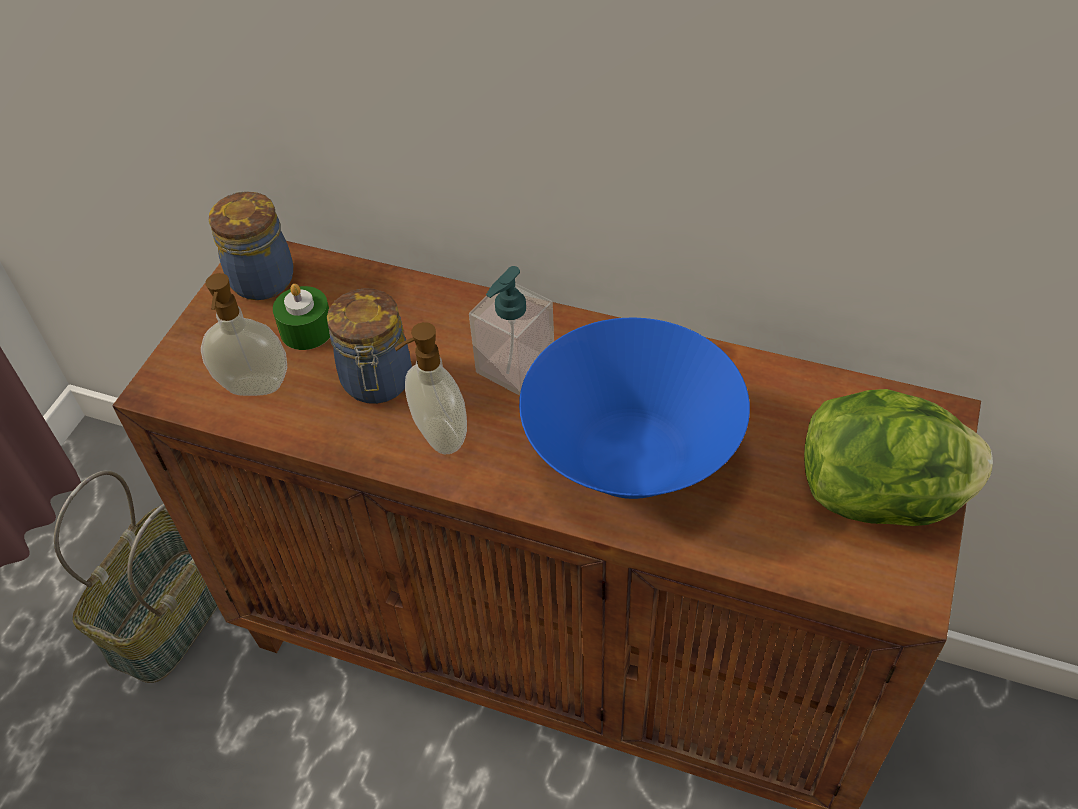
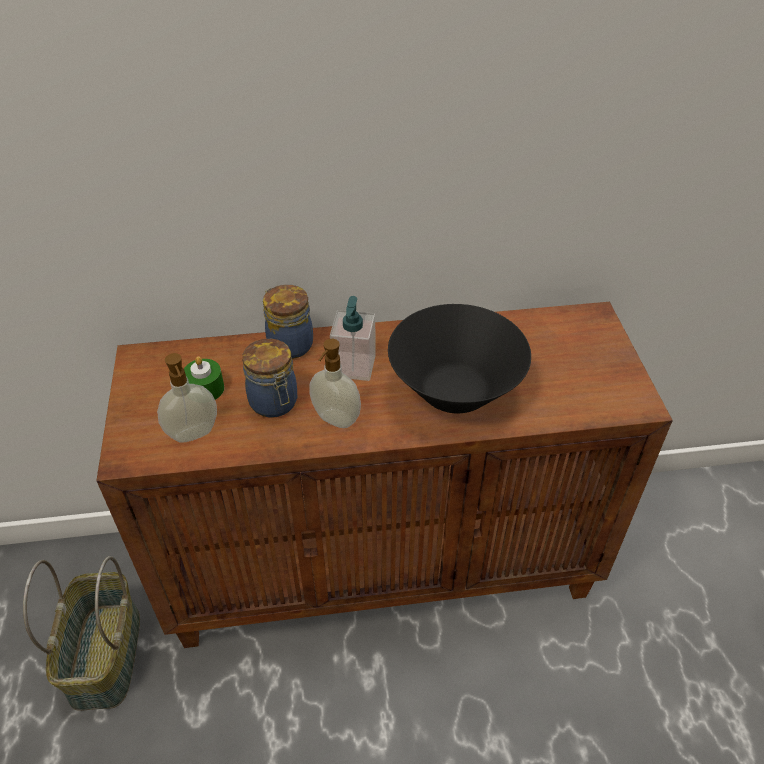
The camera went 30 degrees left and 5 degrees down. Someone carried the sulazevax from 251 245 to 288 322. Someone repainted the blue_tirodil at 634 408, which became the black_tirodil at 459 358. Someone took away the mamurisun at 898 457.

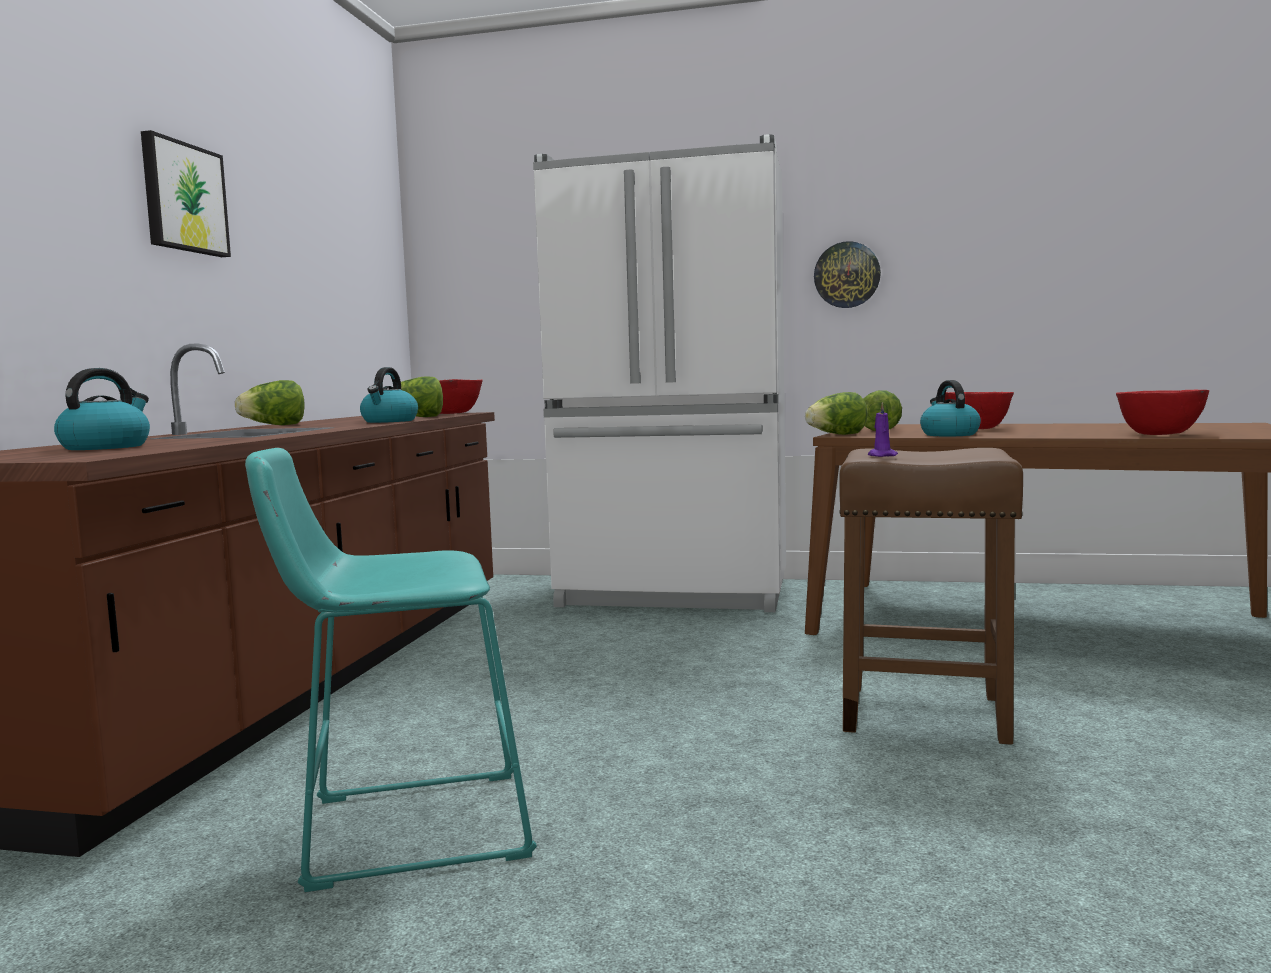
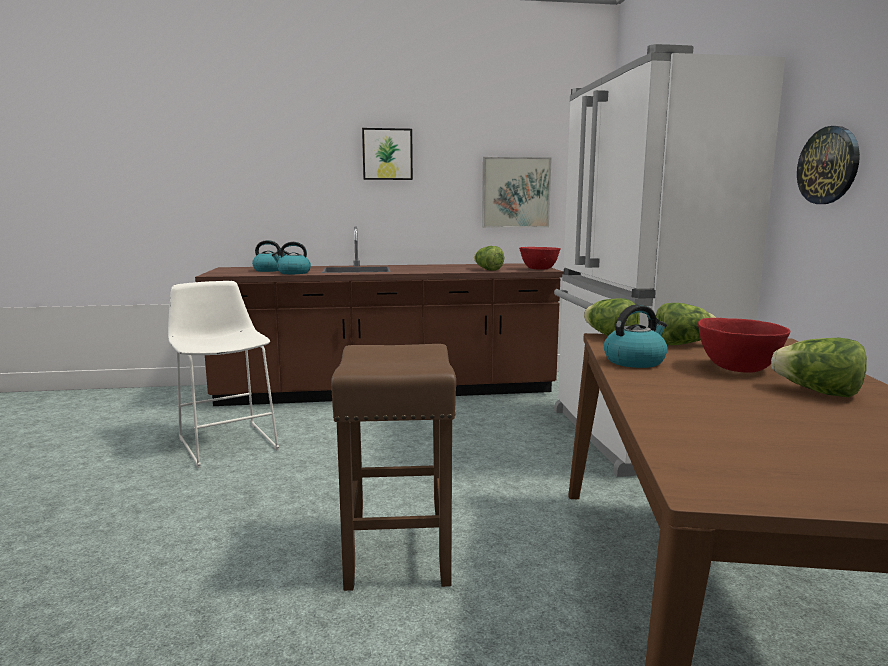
The camera went 70 degrees right and 5 degrees up. Someone carried the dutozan from 389 395 to 291 258. Someone carried the mamurisun from 270 402 to 819 367. Someone took away the red_tirodil at 1162 412. Someone took away the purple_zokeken at 883 429. Someone repainted the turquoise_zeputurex at 391 670, which became the white_zeputurex at 223 374. Someone put up the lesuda at 517 192.

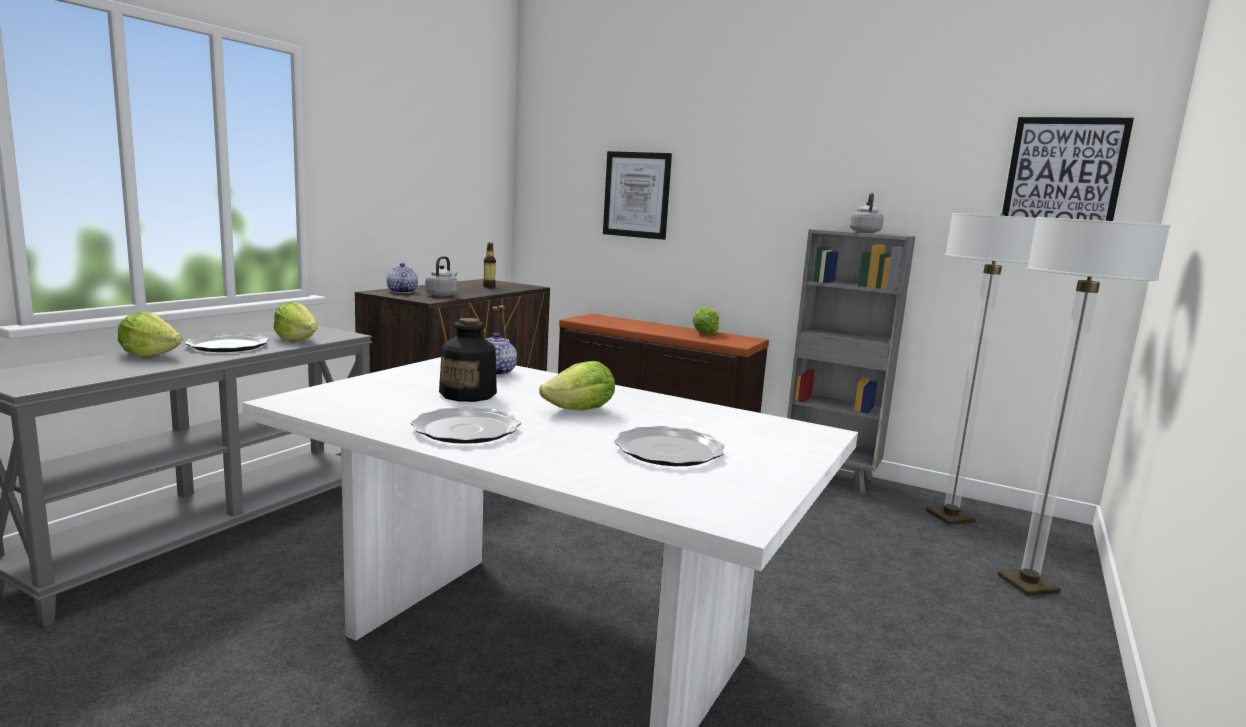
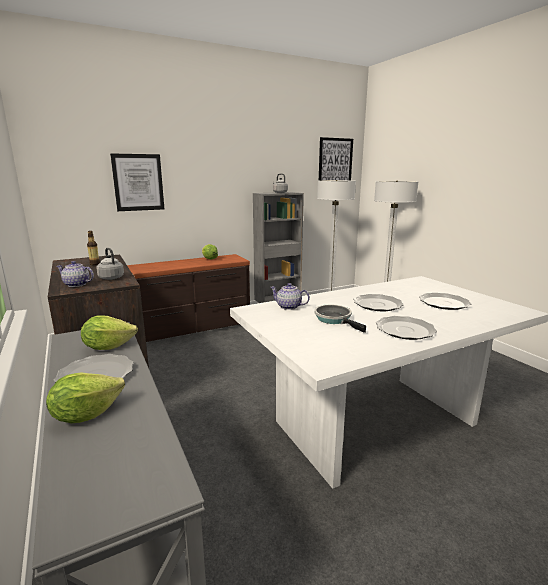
The camera went 55 degrees left and 5 degrees up. Someone swapped the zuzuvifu at 468 360 for the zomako at 340 319. Someone swapped the mamurisun at 577 386 for the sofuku at 379 302.

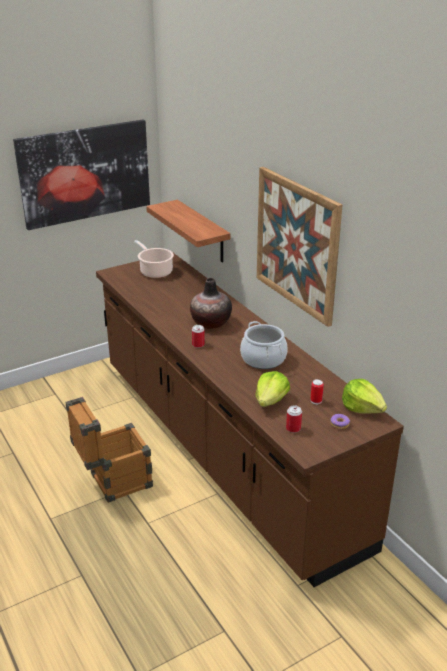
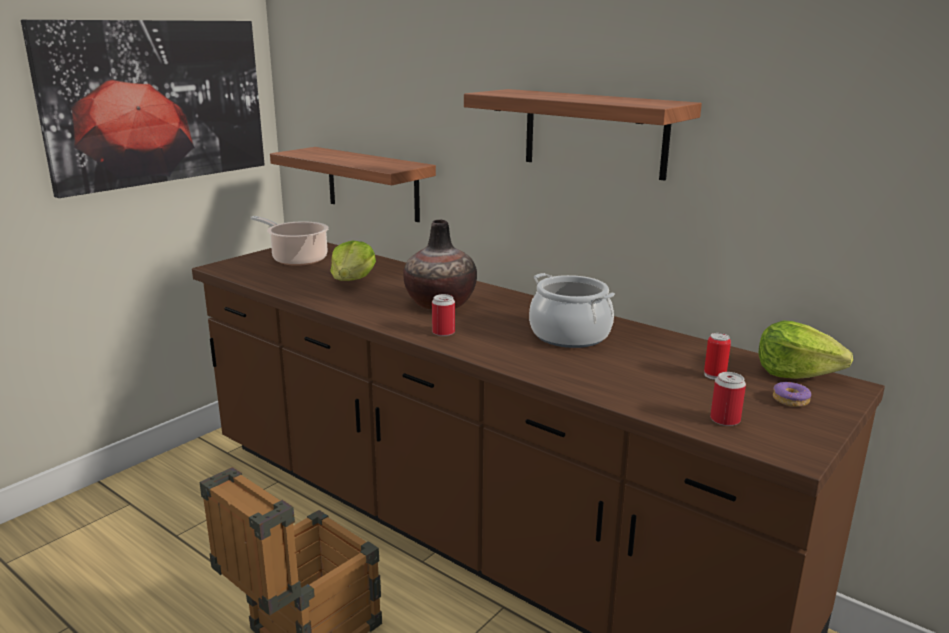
The camera went 20 degrees left and 10 degrees down. Someone swapped the lesuda at 299 247 for the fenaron at 583 135. Someone carried the mamurisun from 273 389 to 353 260.

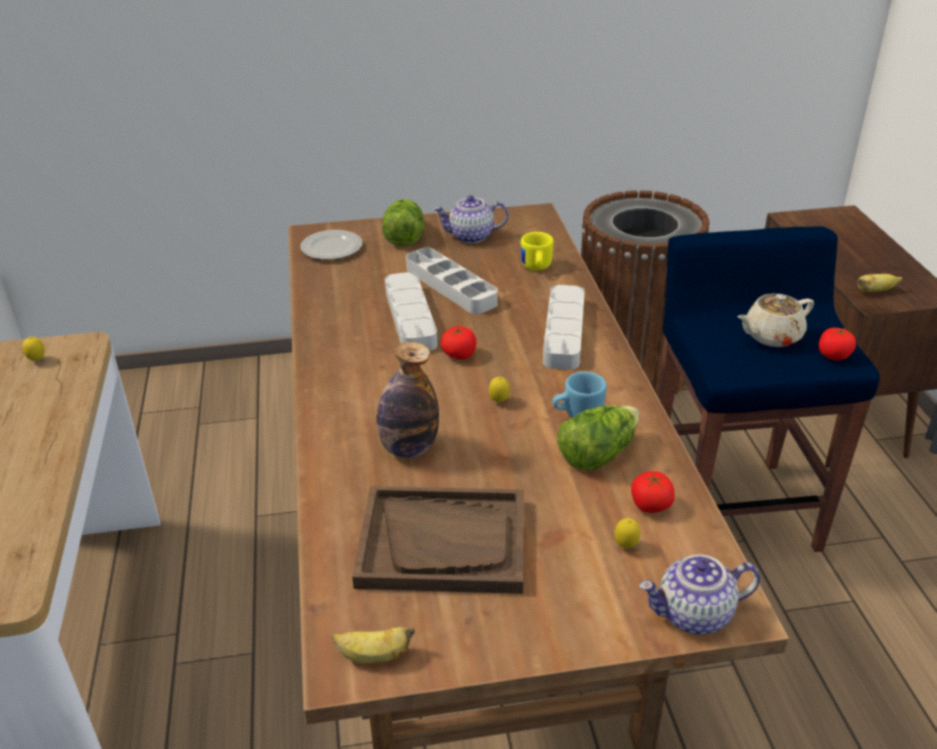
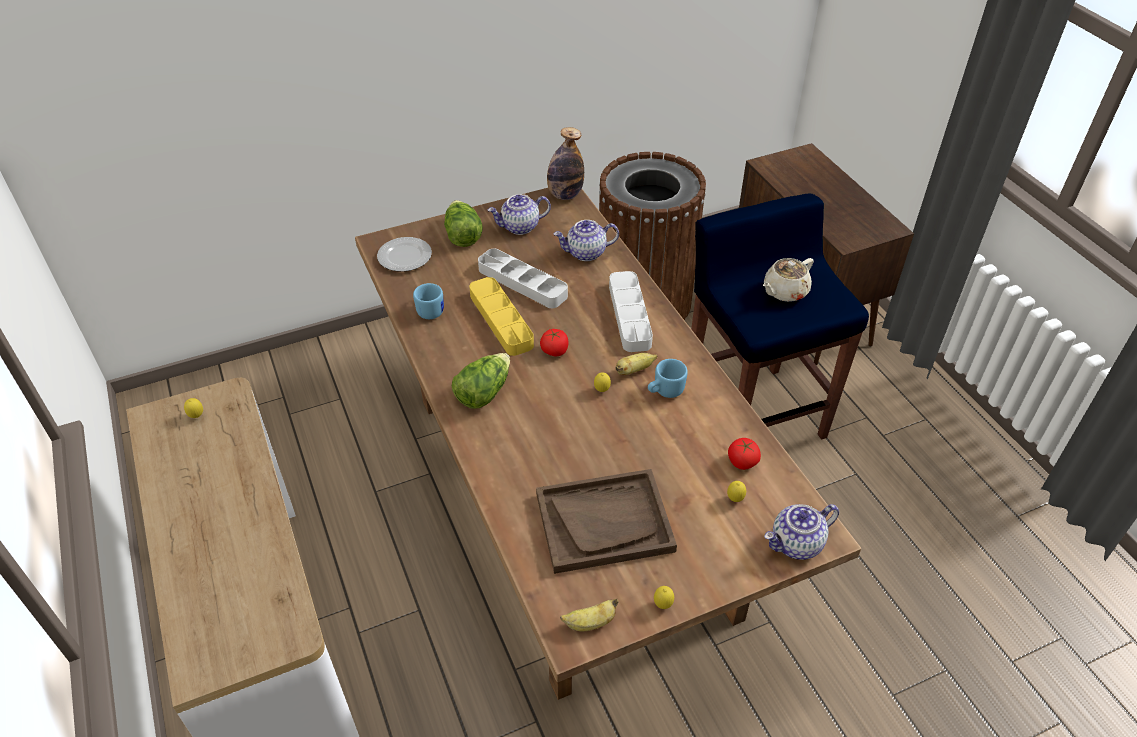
The camera went 15 degrees left and 10 degrees up. Someone swapped the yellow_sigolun at 537 251 for the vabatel at 586 240. Someone repainted the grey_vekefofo at 411 311, which became the yellow_vekefofo at 501 316. Someone carried the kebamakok from 879 283 to 636 364. Someone took away the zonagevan at 837 344. Someone carried the zuzuvifu from 407 400 to 565 163. Someone carried the mamurisun from 598 438 to 481 381. Someone put down the blue_sigolun at 428 301. Someone put down the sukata at 664 597.

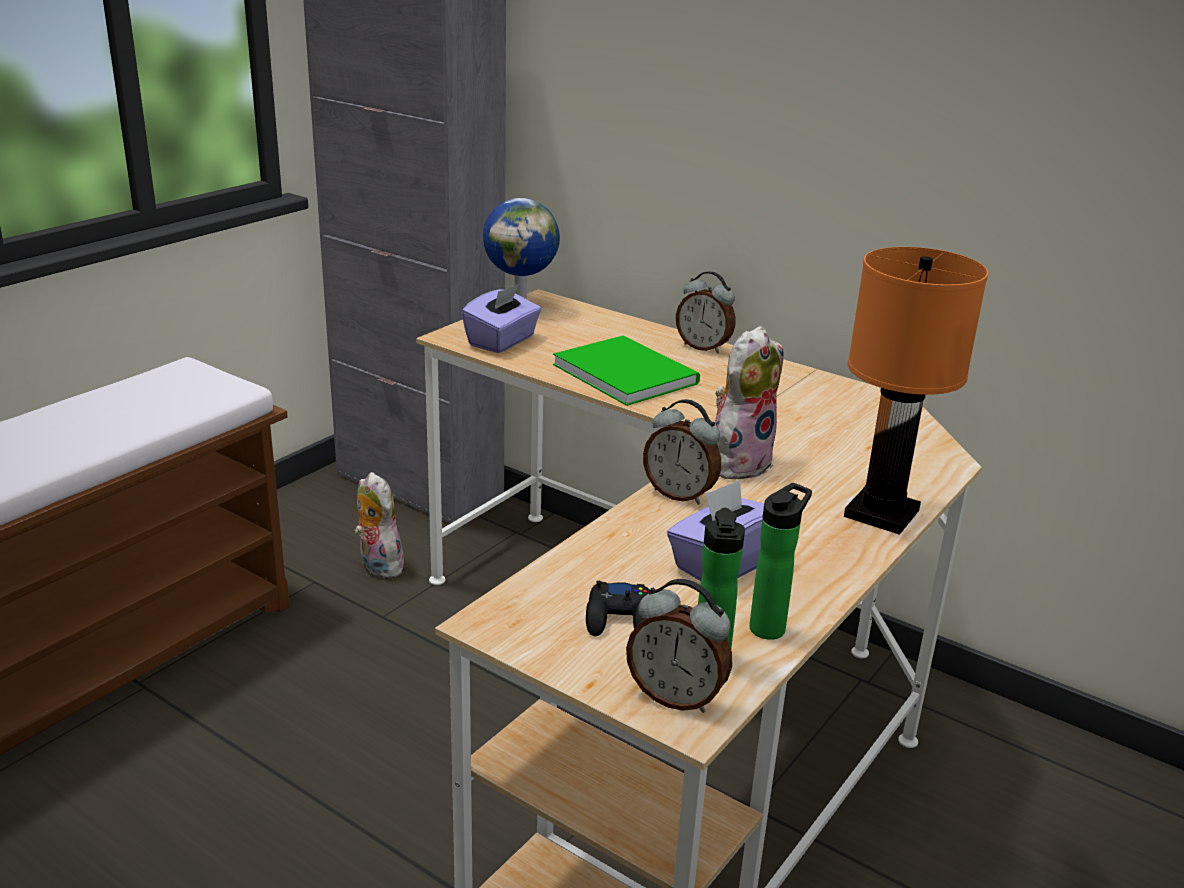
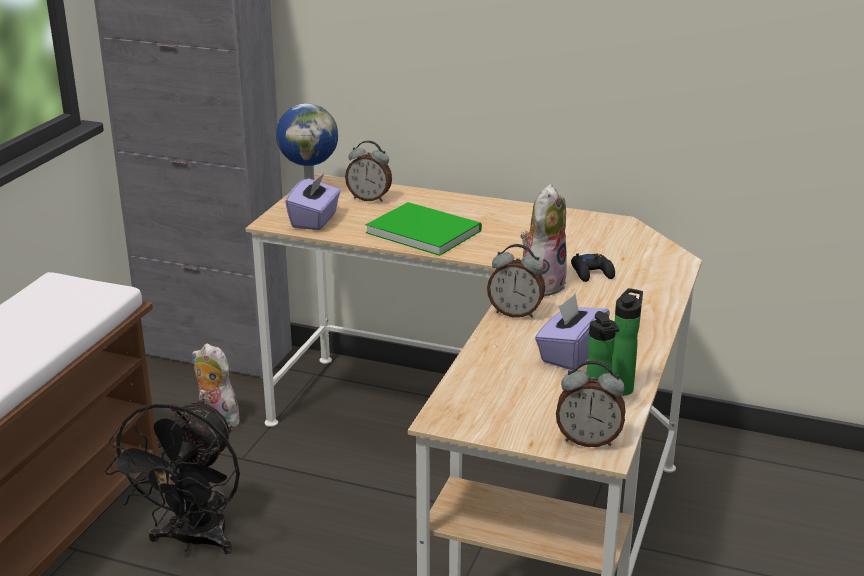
The camera went 15 degrees left and 0 degrees up. Someone took away the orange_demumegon at 916 391. Someone carried the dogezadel from 705 312 to 368 171. Someone carried the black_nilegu from 618 608 to 593 268. Someone put down the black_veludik at 172 476.

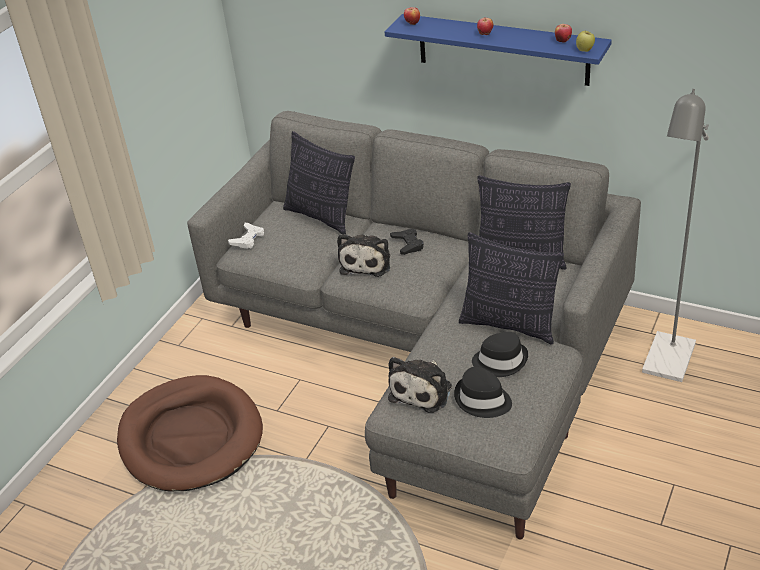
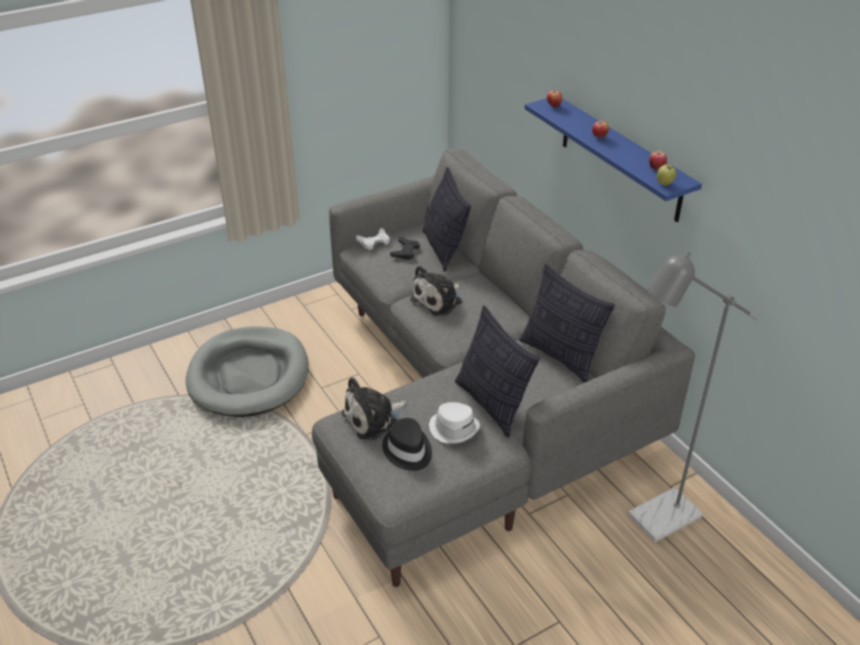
The camera went 30 degrees right and 0 degrees up. Someone carried the black_nilegu from 407 242 to 404 248. Someone repainted the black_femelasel at 500 354, which became the white_femelasel at 454 423. Someone repainted the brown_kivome at 190 433, which became the grey_kivome at 247 371.

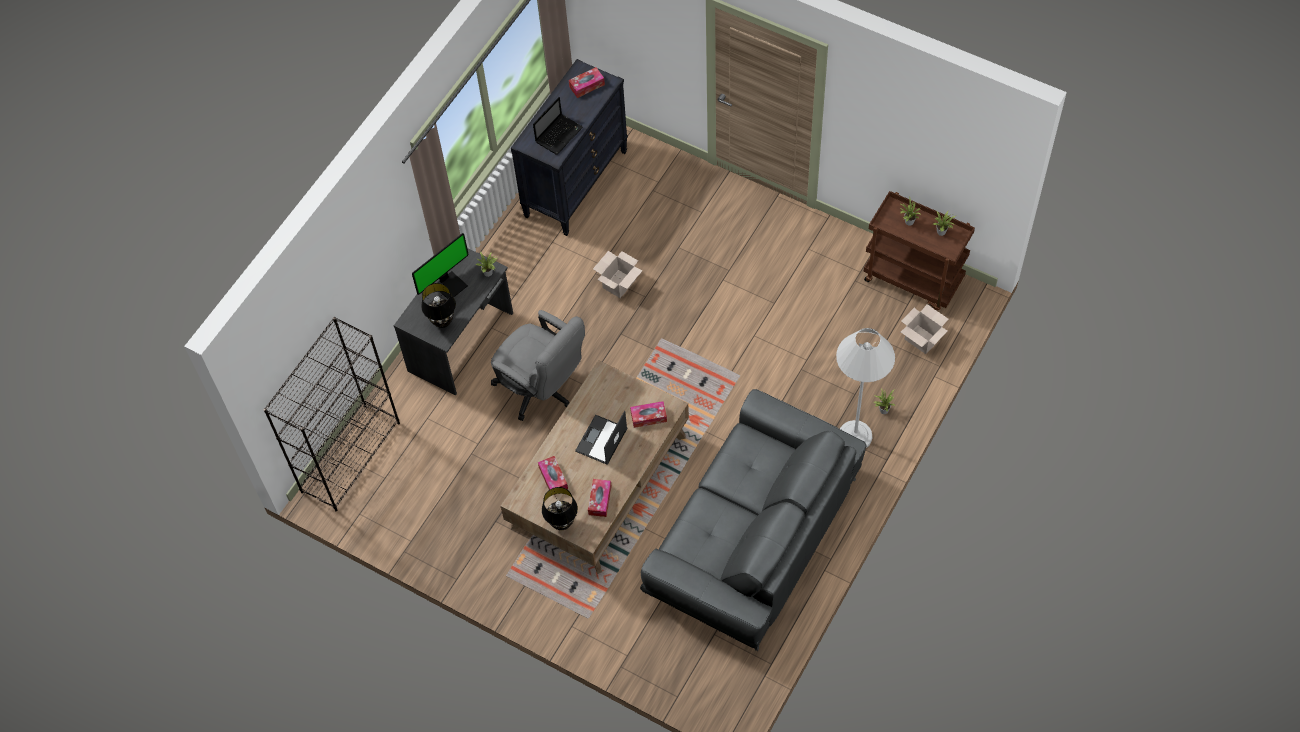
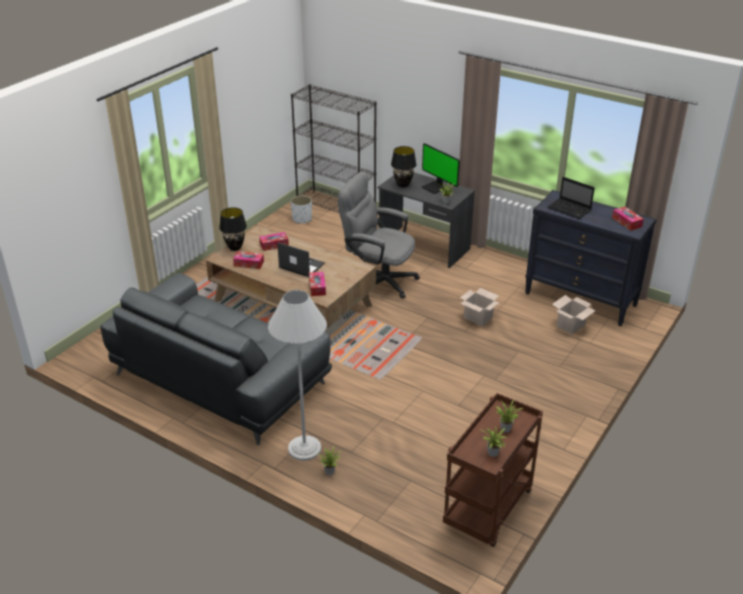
The camera went 90 degrees right and 25 degrees down. Someone carried the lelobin from 924 329 to 574 314. Someone rotated the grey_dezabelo at 538 365 by 75 degrees clockwise. Someone put down the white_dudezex at 301 209.

